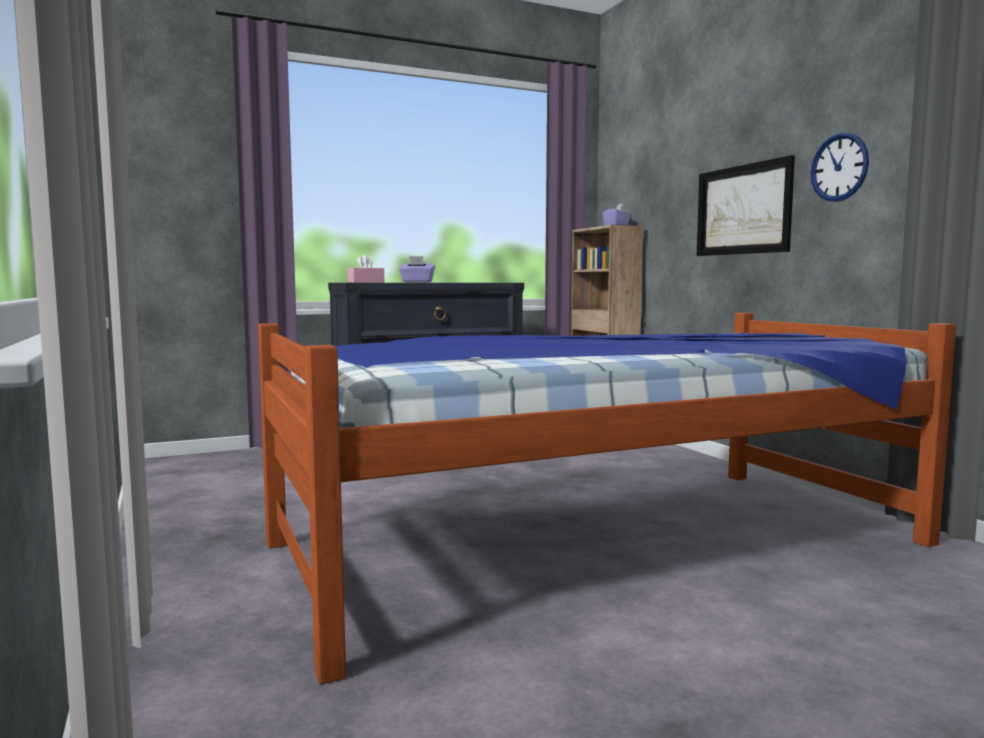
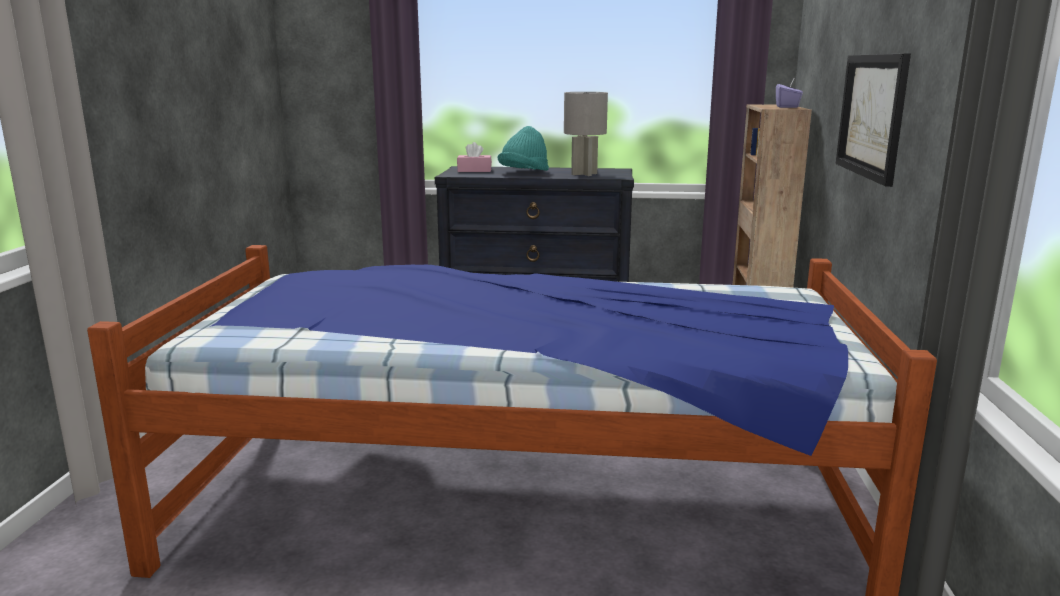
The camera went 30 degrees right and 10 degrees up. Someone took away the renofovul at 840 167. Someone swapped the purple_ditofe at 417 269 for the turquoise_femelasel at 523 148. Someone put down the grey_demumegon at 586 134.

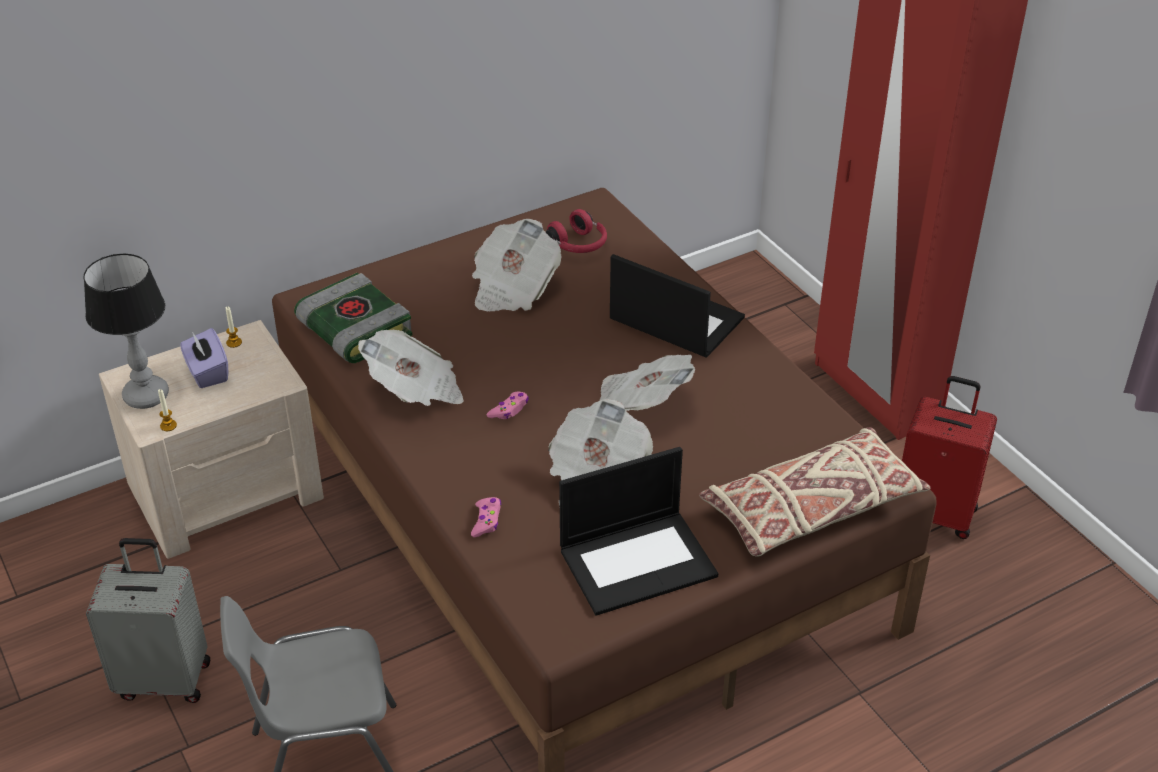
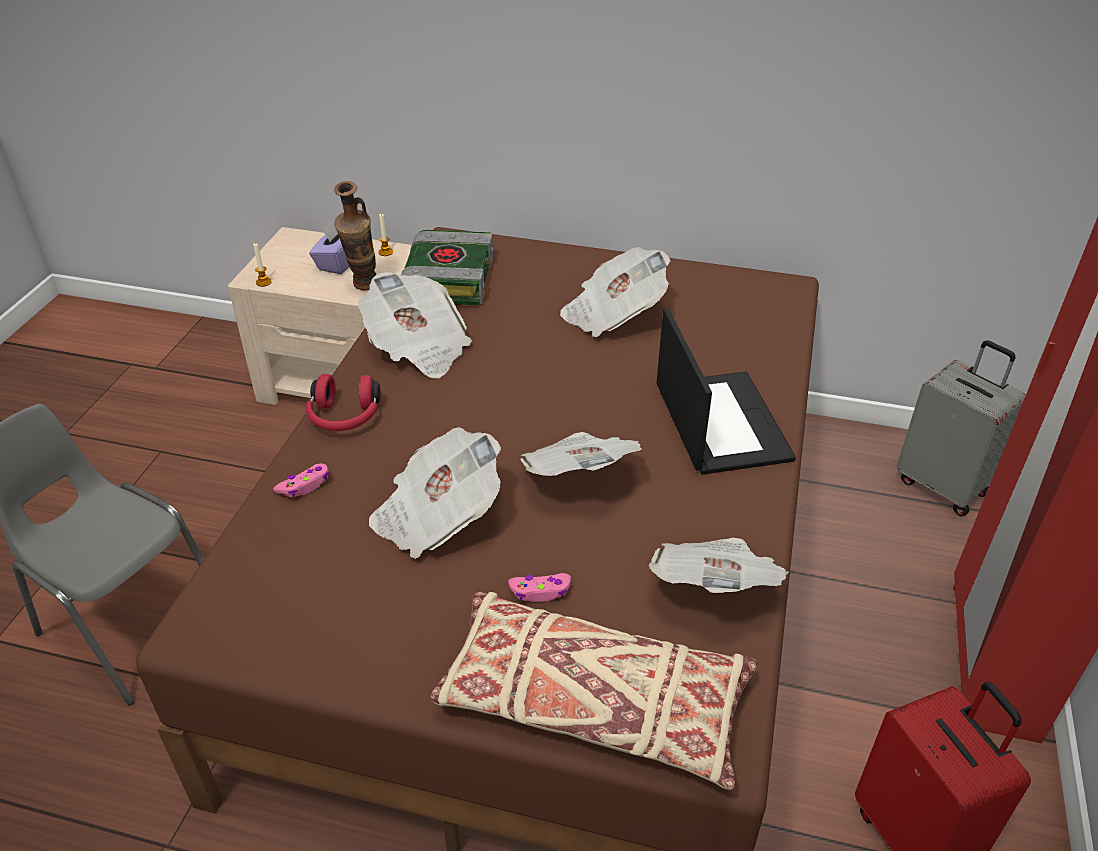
The camera went 45 degrees right and 0 degrees up. Someone carried the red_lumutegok from 576 231 to 343 402. Someone took away the demumegon at 126 331. Someone carried the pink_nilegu from 508 405 to 539 587. Someone took away the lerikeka at 638 531. Someone carried the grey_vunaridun from 148 620 to 961 428. Someone put down the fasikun at 355 236. Someone put down the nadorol at 719 565.

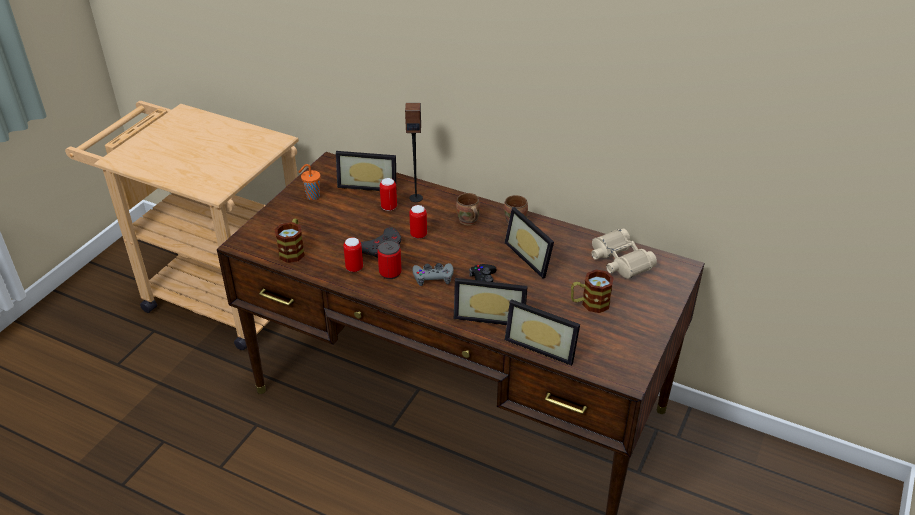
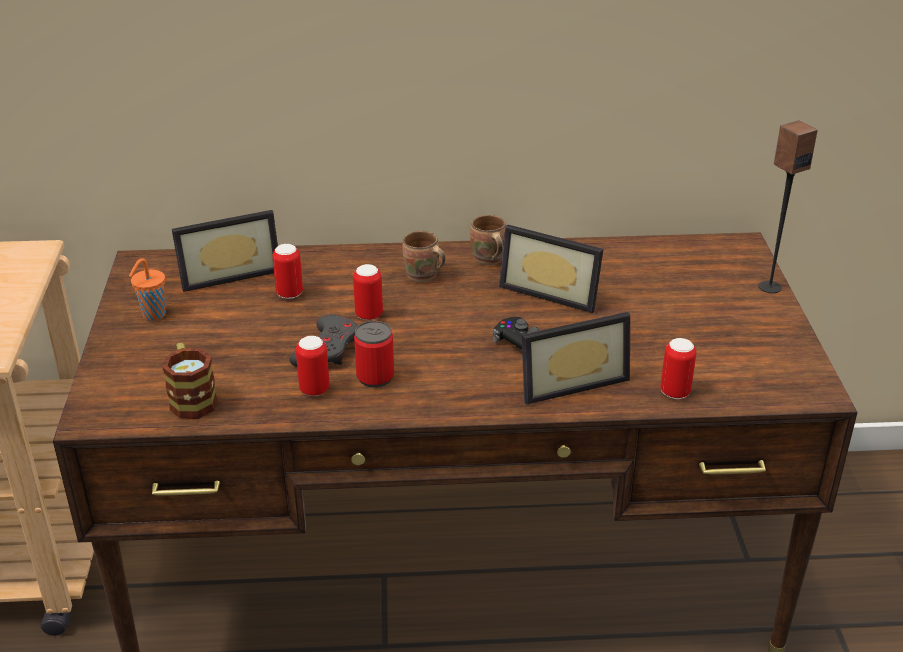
The camera went 30 degrees left and 5 degrees down. Someone carried the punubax from 414 152 to 788 206. Someone took away the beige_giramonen at 624 254. Someone took away the grey_nilegu at 433 274. Someone took away the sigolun at 592 291. Someone swapped the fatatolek at 542 332 for the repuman at 678 368.

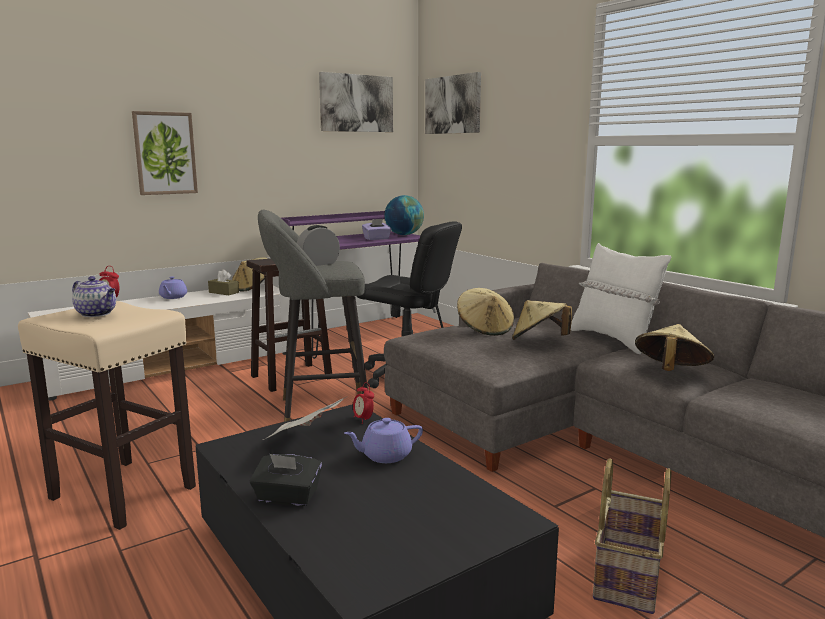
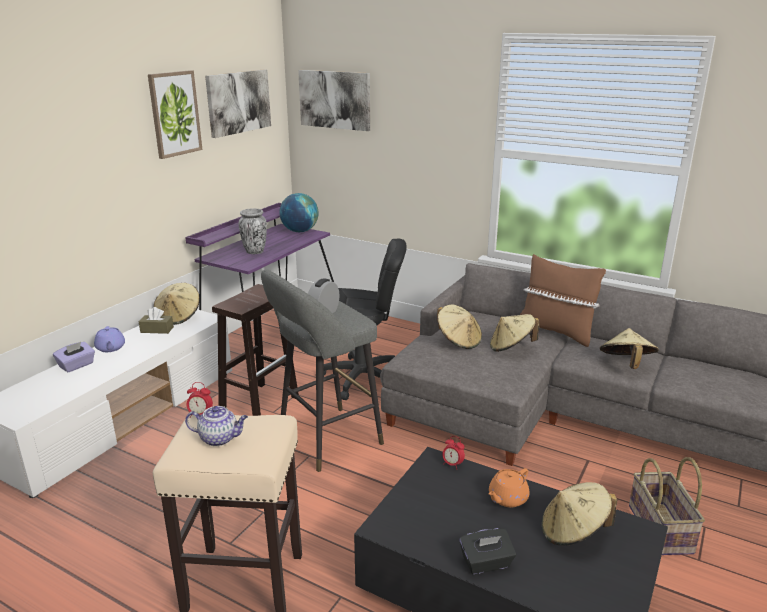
The camera went 25 degrees left and 10 degrees up. Someone carried the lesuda from 165 153 to 175 114. Someone carried the purple_ditofe from 376 229 to 74 357. Someone repainted the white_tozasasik at 621 298, which became the brown_tozasasik at 563 300. Someone took away the nadorol at 305 418. Someone repainted the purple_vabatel at 383 440, which became the orange_vabatel at 509 487. Someone put down the fasikun at 253 231. Someone put down the beige_femelasel at 579 514.

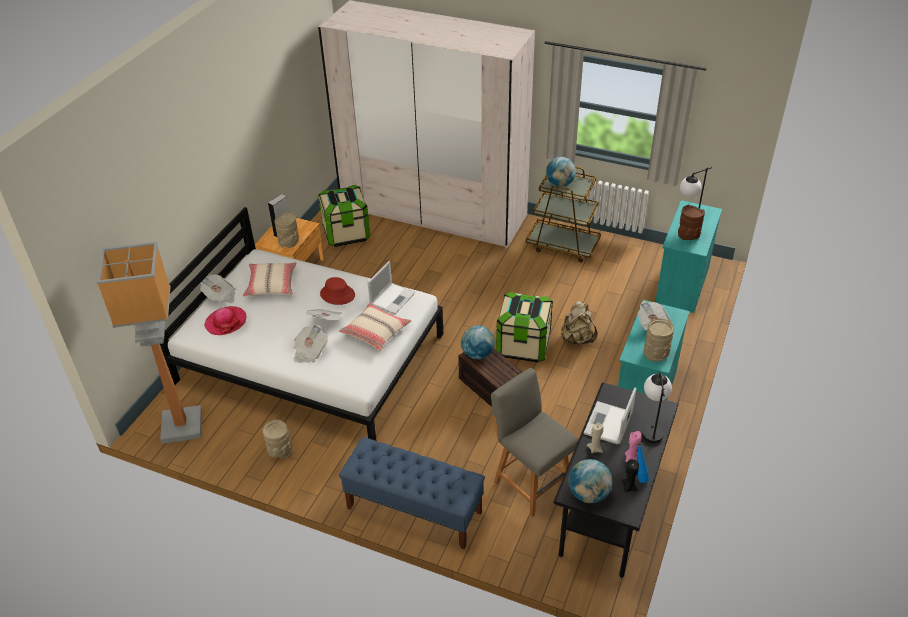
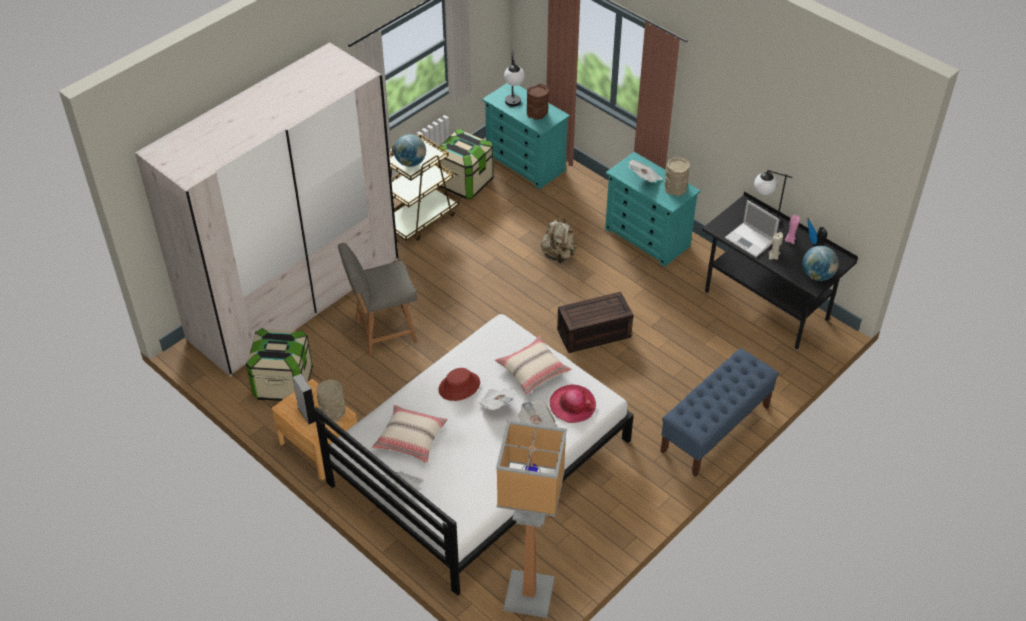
The camera went 70 degrees left and 5 degrees up. Someone took away the lerikeka at 391 288. Someone carried the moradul from 524 327 to 465 164. Someone carried the femelasel from 225 320 to 573 404. Someone took away the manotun at 478 342. Someone carried the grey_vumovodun from 534 442 to 378 299. Someone took away the beige_fasikun at 278 439.

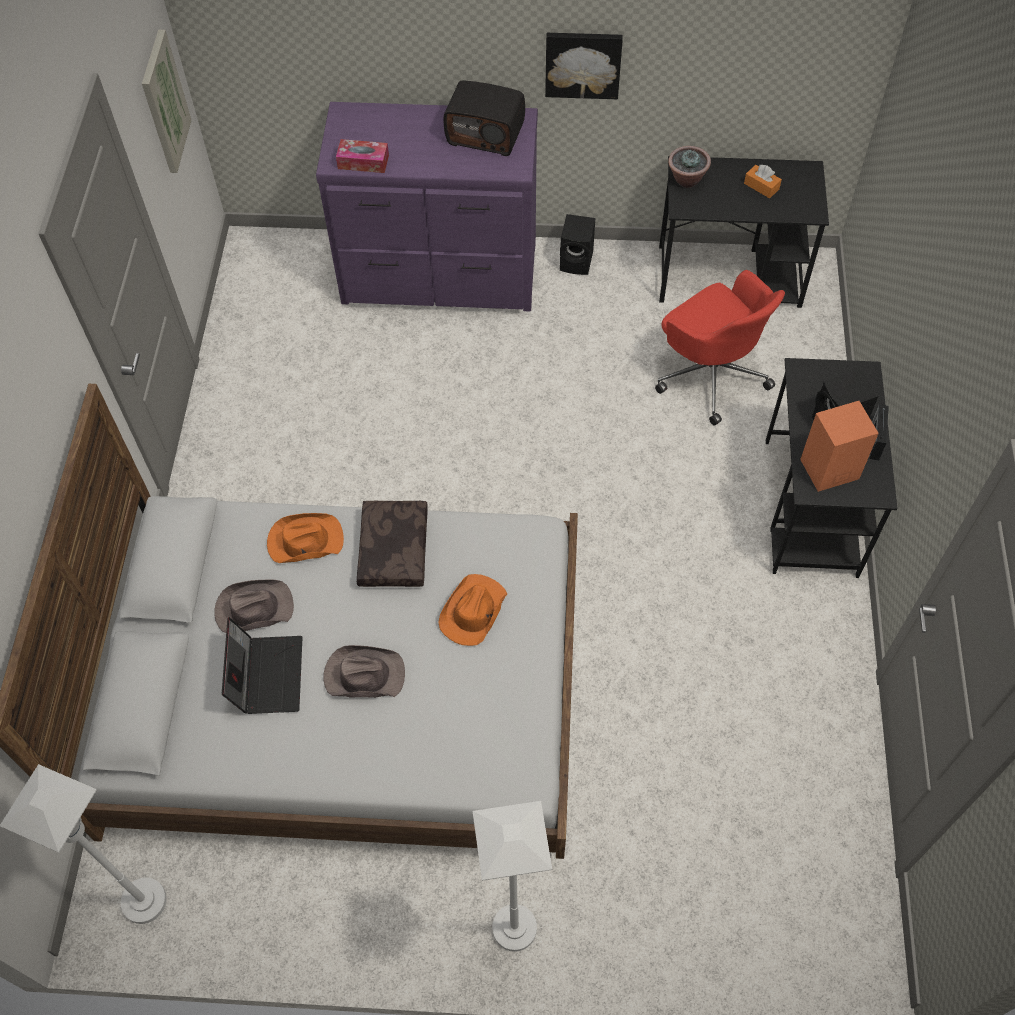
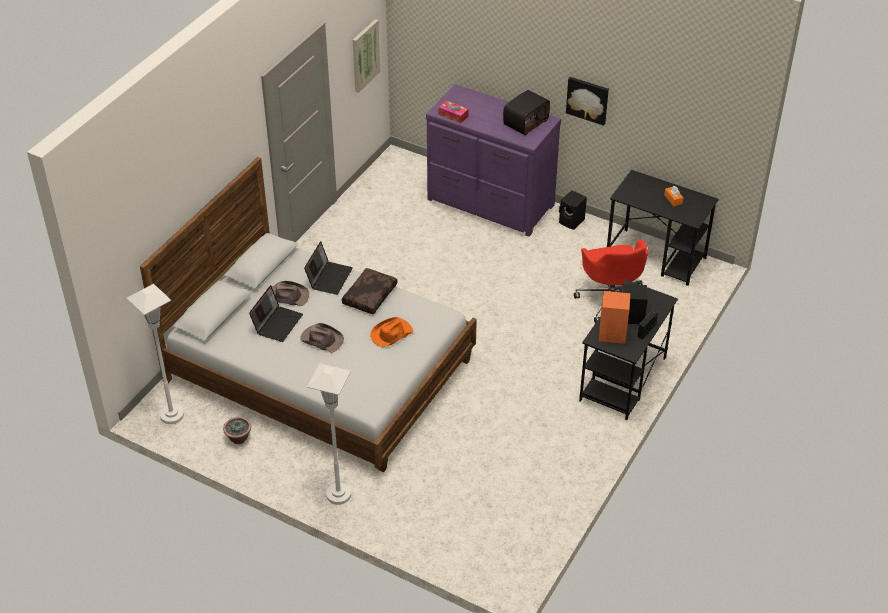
The camera went 25 degrees right and 15 degrees down. Someone rotated the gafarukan at 484 118 by 90 degrees counterclockwise. Someone carried the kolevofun from 689 167 to 237 430. Someone swapped the orange_femelasel at 305 538 for the lerikeka at 328 268.

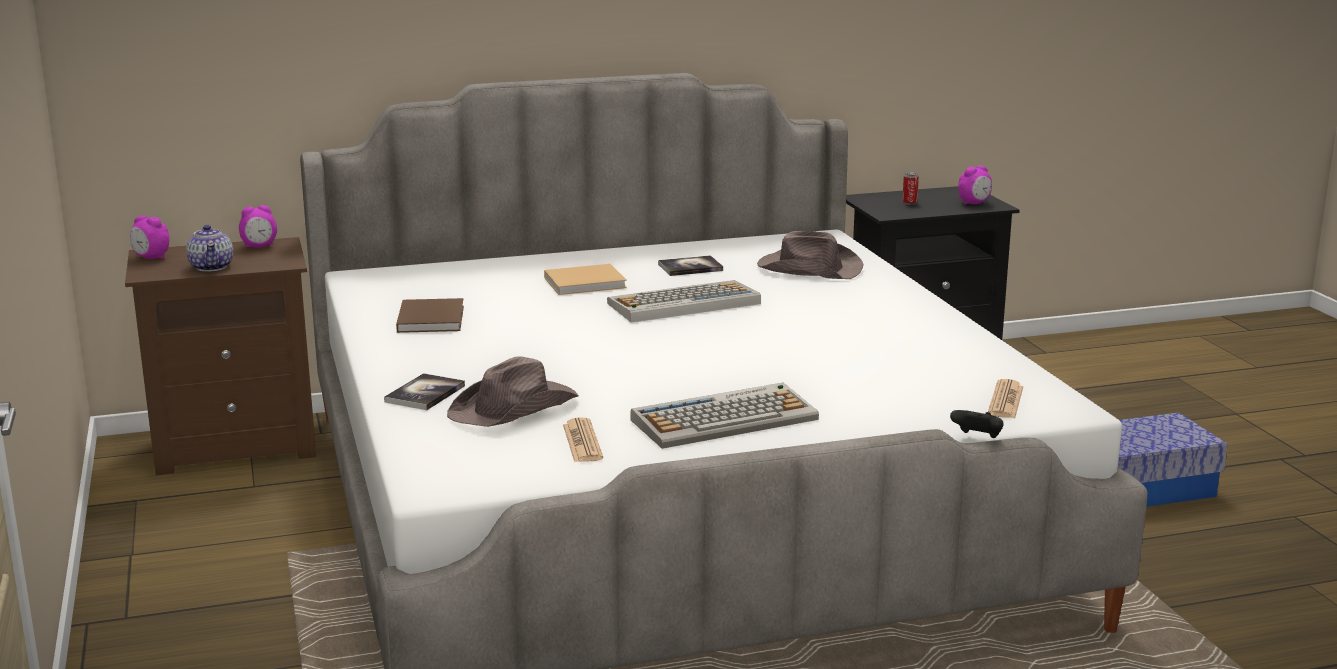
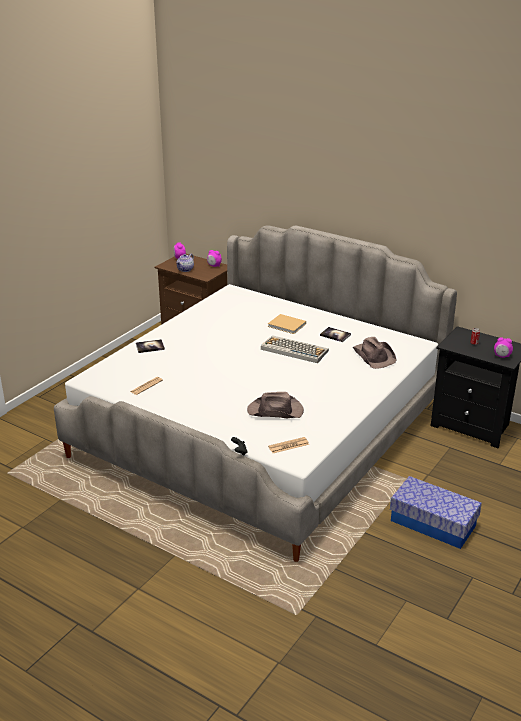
The camera went 50 degrees right and 10 degrees up. Someone took away the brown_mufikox at 430 315. Someone carried the brown_femelasel from 513 391 to 275 405. Someone took away the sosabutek at 724 415.

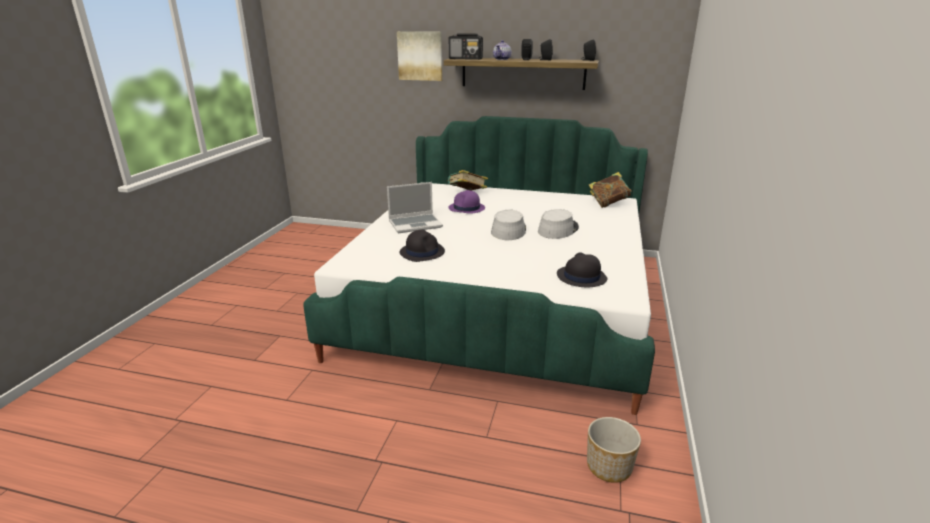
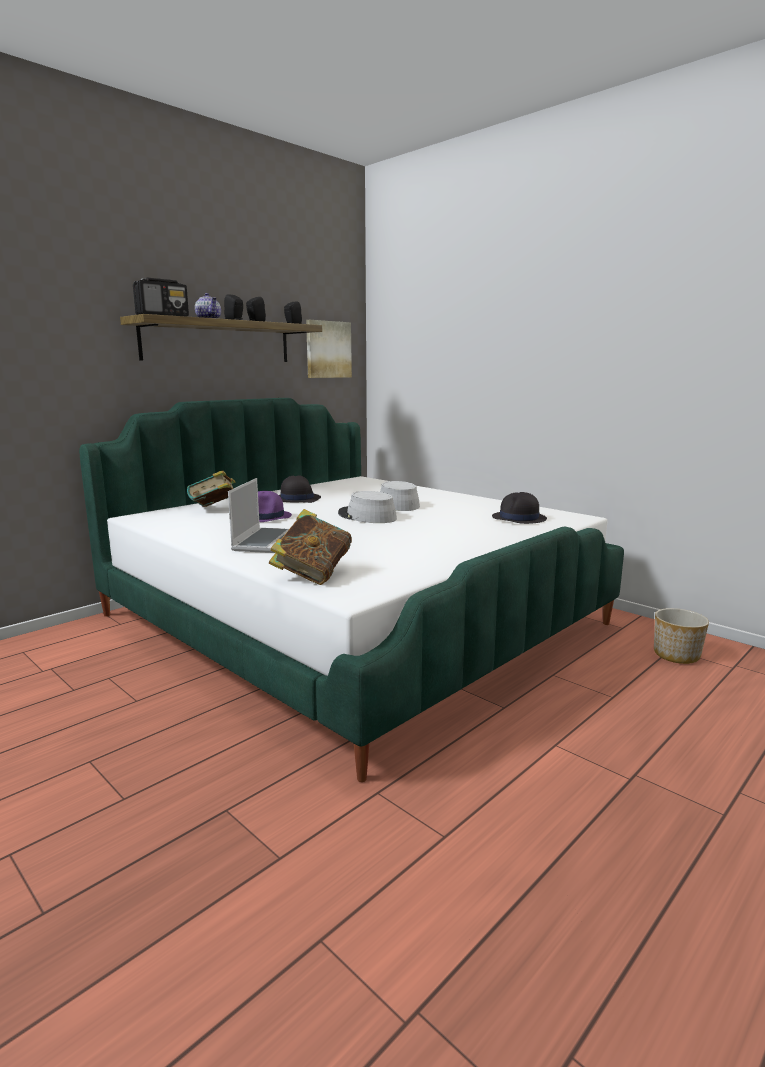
The camera went 60 degrees left and 10 degrees down. Someone carried the lesuda from 420 56 to 329 349. Someone carried the mufikox from 611 190 to 310 547. Someone carried the black_femelasel from 422 246 to 300 489.

